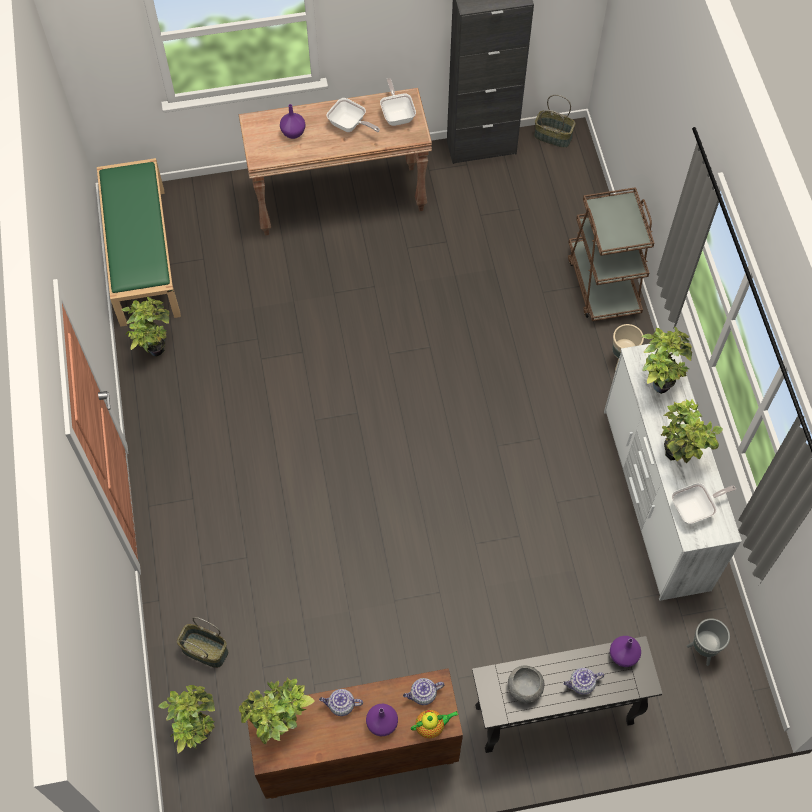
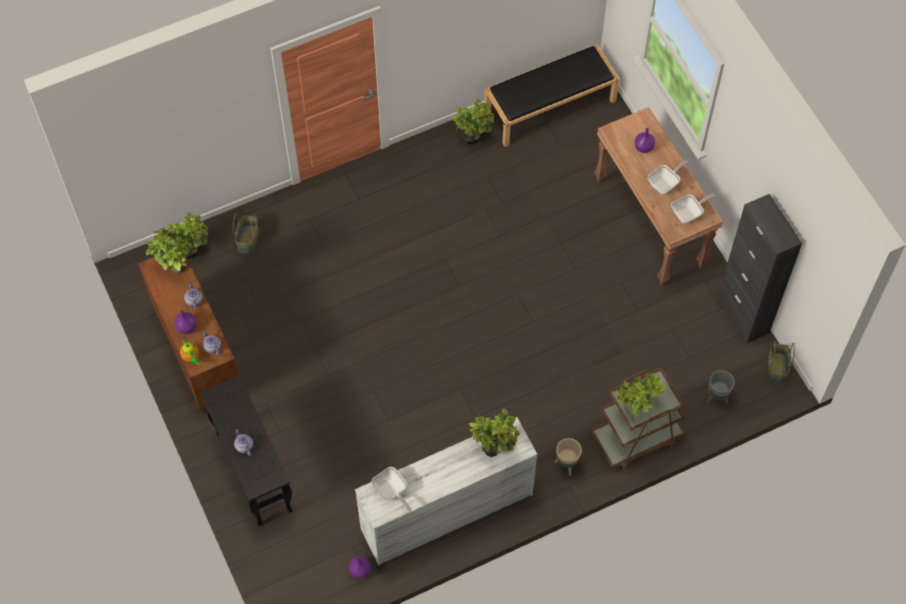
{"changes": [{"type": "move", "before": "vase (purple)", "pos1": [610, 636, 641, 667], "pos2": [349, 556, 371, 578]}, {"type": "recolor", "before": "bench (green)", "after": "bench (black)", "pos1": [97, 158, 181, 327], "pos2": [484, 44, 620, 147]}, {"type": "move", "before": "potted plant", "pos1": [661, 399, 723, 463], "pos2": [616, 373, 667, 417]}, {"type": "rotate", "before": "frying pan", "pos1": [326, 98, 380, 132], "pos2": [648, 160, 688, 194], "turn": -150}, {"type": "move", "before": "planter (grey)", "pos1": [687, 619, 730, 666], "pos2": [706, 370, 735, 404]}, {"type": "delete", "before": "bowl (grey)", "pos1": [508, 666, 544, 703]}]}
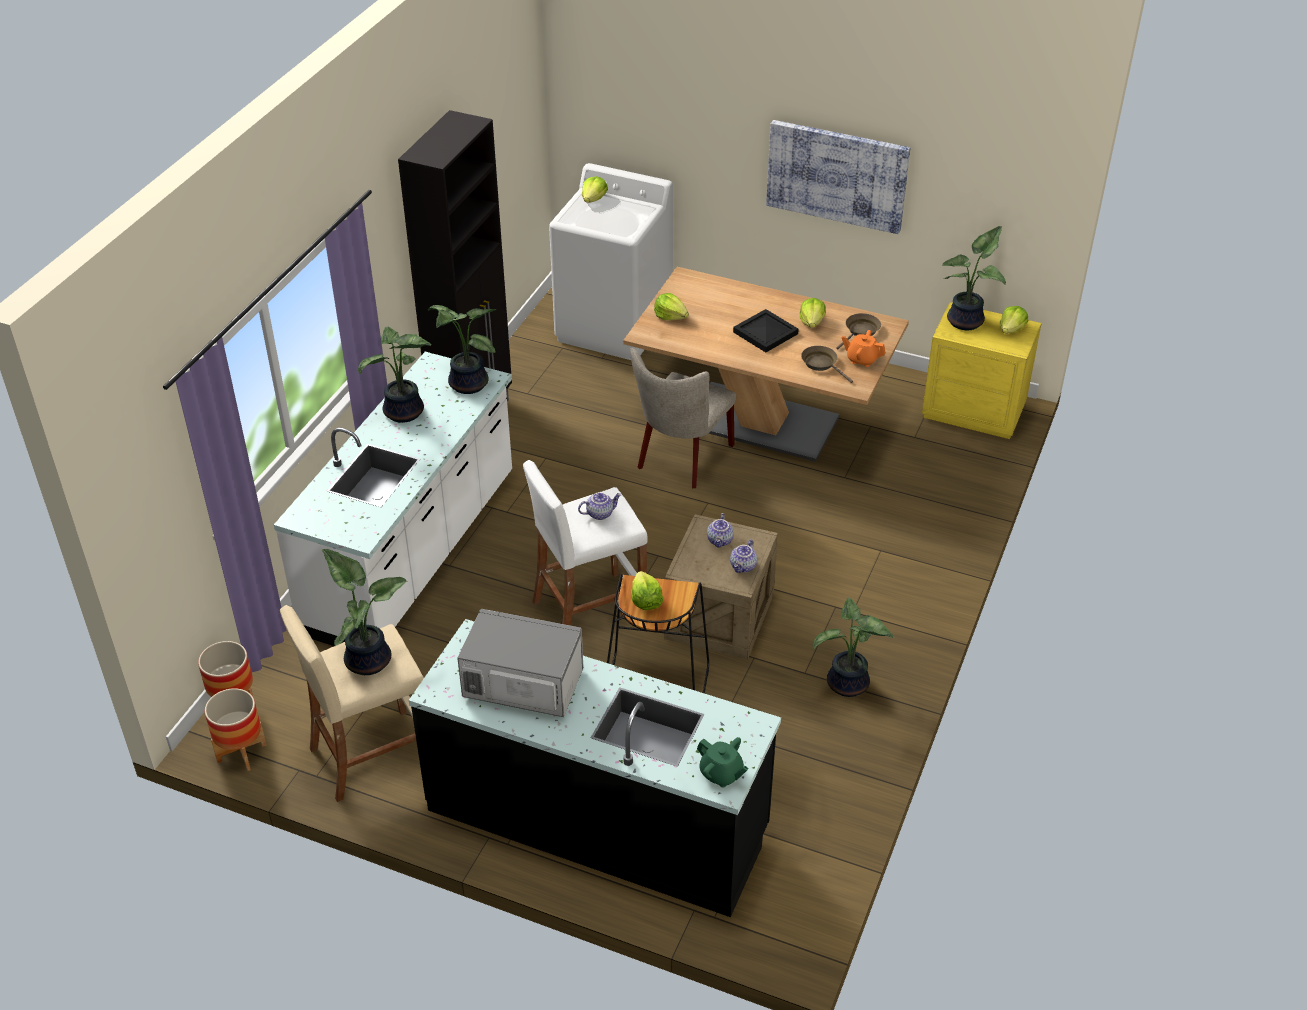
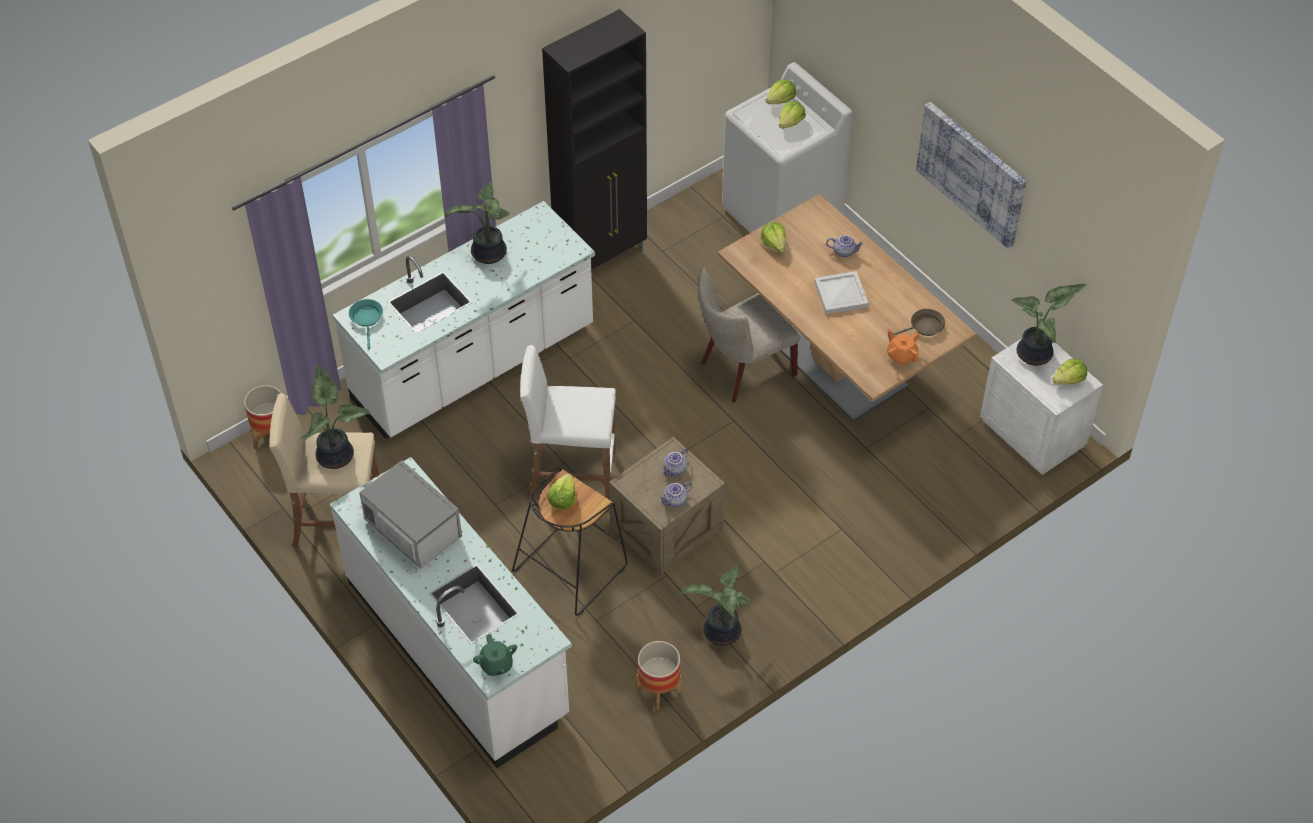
{"changes": [{"type": "recolor", "before": "counter (black)", "after": "counter (white)", "pos1": [409, 619, 781, 917], "pos2": [330, 457, 572, 768]}, {"type": "insert", "after": "frying pan (turquoise)", "pos2": [349, 299, 383, 349]}, {"type": "move", "before": "planter", "pos1": [205, 688, 267, 771], "pos2": [637, 641, 681, 710]}, {"type": "move", "before": "lettuce", "pos1": [799, 298, 826, 328], "pos2": [779, 101, 806, 129]}, {"type": "recolor", "before": "tray (black)", "after": "tray (white)", "pos1": [733, 309, 799, 352], "pos2": [814, 271, 869, 314]}, {"type": "move", "before": "teapot", "pos1": [578, 492, 621, 520], "pos2": [826, 235, 864, 257]}, {"type": "recolor", "before": "nightstand (yellow)", "after": "nightstand (white)", "pos1": [922, 302, 1042, 439], "pos2": [980, 338, 1103, 475]}, {"type": "delete", "before": "potted plant", "pos1": [428, 305, 497, 394]}, {"type": "delete", "before": "frying pan (brown)", "pos1": [801, 346, 853, 383]}]}
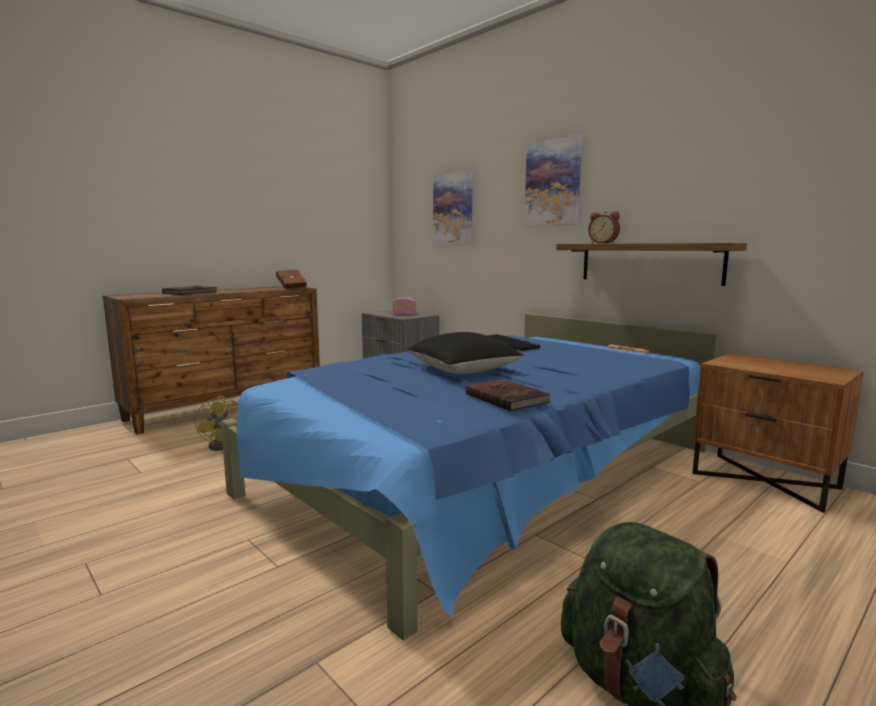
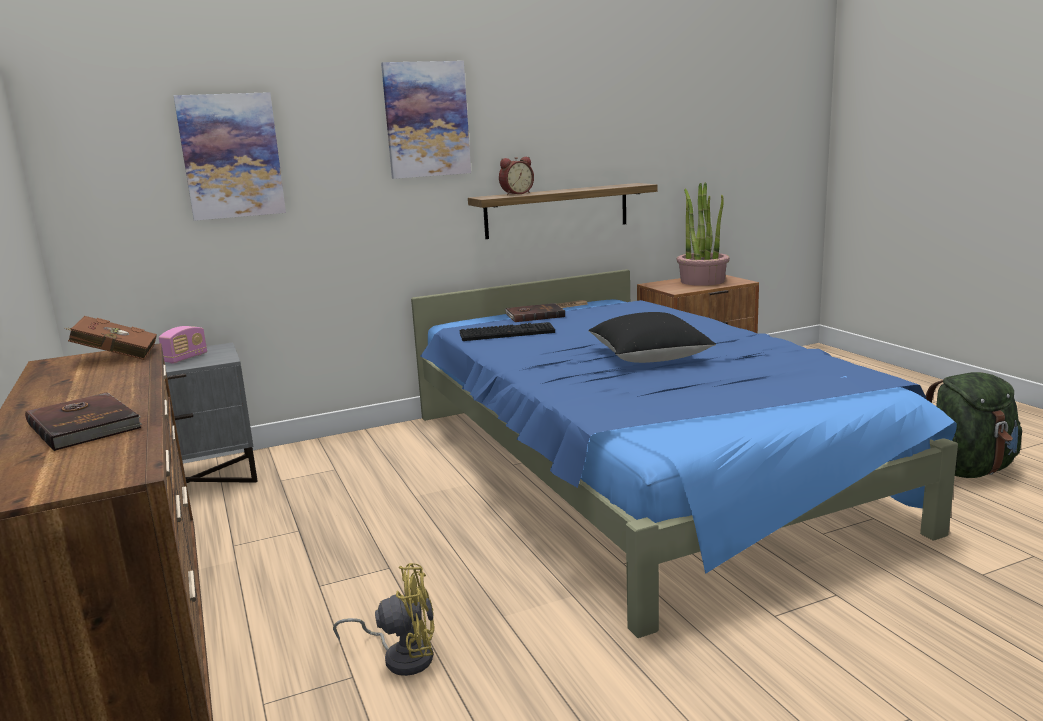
{"changes": [{"type": "move", "before": "book (brown)", "pos1": [466, 379, 551, 411], "pos2": [505, 303, 565, 322]}, {"type": "insert", "after": "potted plant", "pos2": [677, 182, 730, 286]}]}
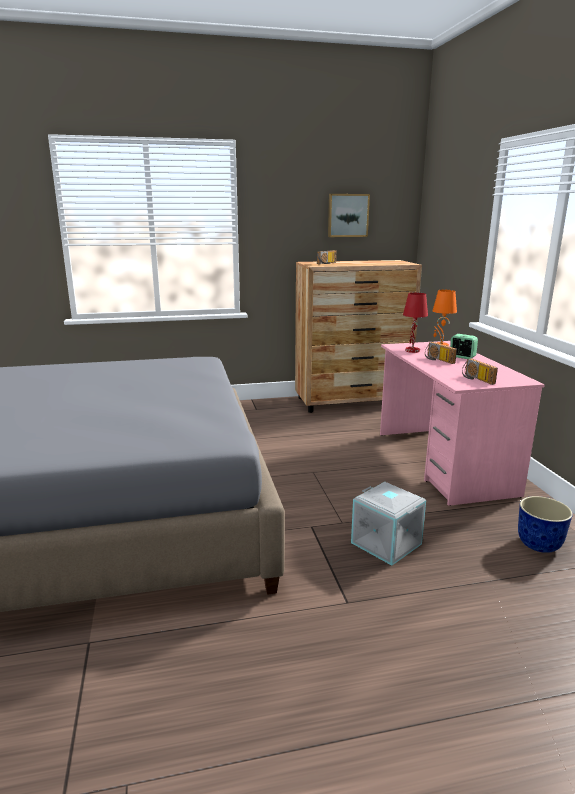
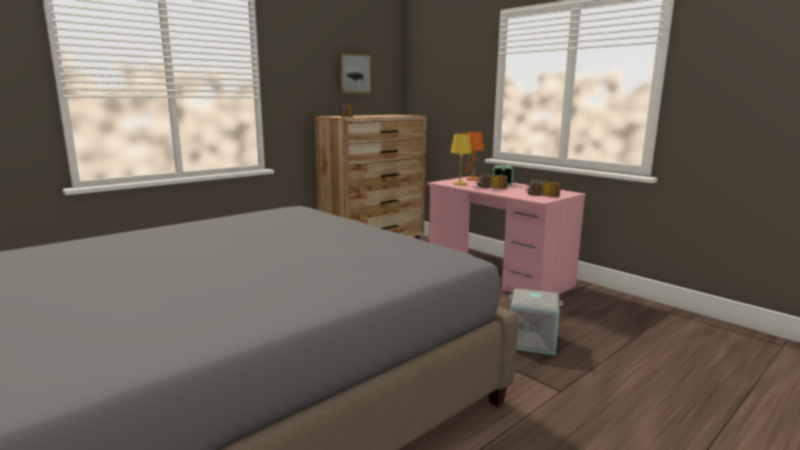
{"changes": [{"type": "recolor", "before": "table lamp (red)", "after": "table lamp (yellow)", "pos1": [403, 292, 428, 353], "pos2": [450, 134, 472, 185]}, {"type": "delete", "before": "planter", "pos1": [518, 496, 573, 553]}]}
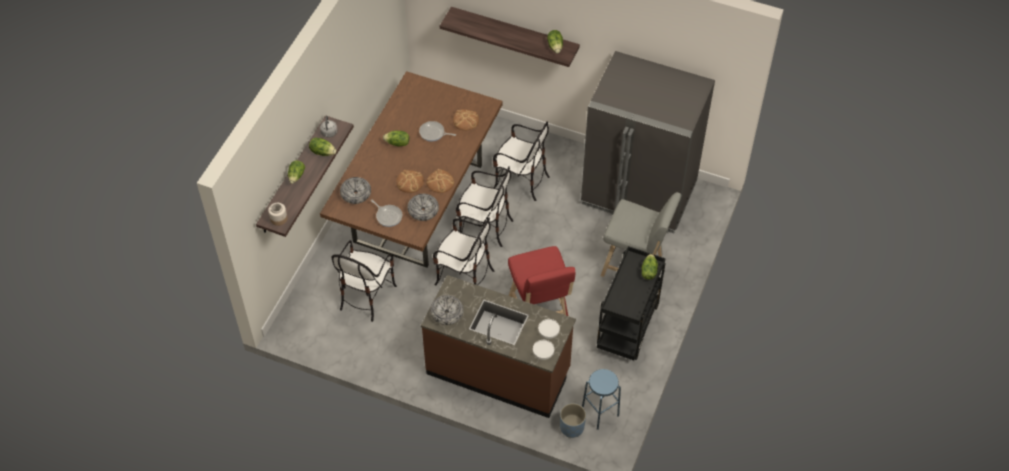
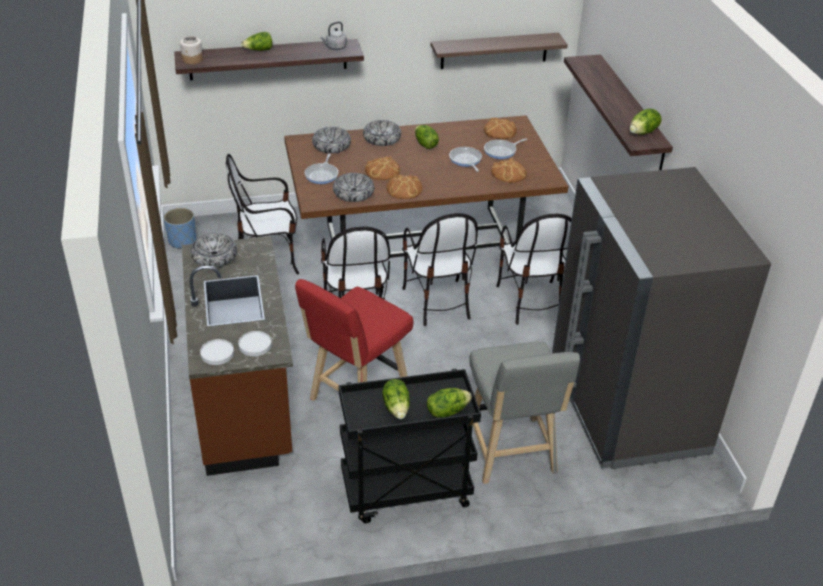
{"changes": [{"type": "move", "before": "planter (blue)", "pos1": [560, 403, 586, 438], "pos2": [164, 208, 196, 249]}, {"type": "insert", "after": "bowl", "pos2": [363, 120, 401, 146]}, {"type": "move", "before": "lettuce", "pos1": [309, 137, 336, 156], "pos2": [382, 379, 410, 419]}, {"type": "insert", "after": "shelf", "pos2": [431, 33, 568, 69]}, {"type": "insert", "after": "bread", "pos2": [484, 117, 517, 139]}, {"type": "insert", "after": "frying pan", "pos2": [484, 138, 527, 159]}, {"type": "delete", "before": "stool (blue)", "pos1": [582, 369, 621, 430]}]}
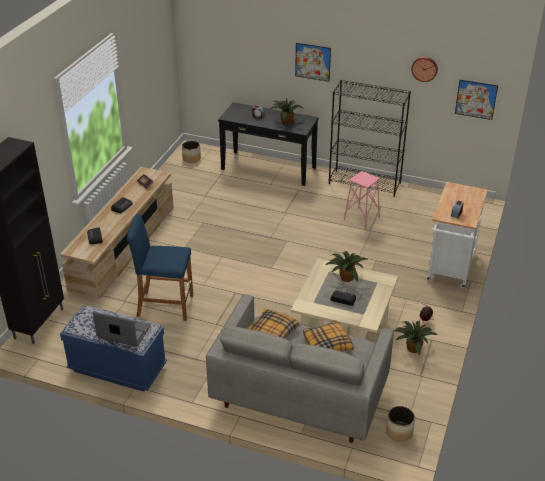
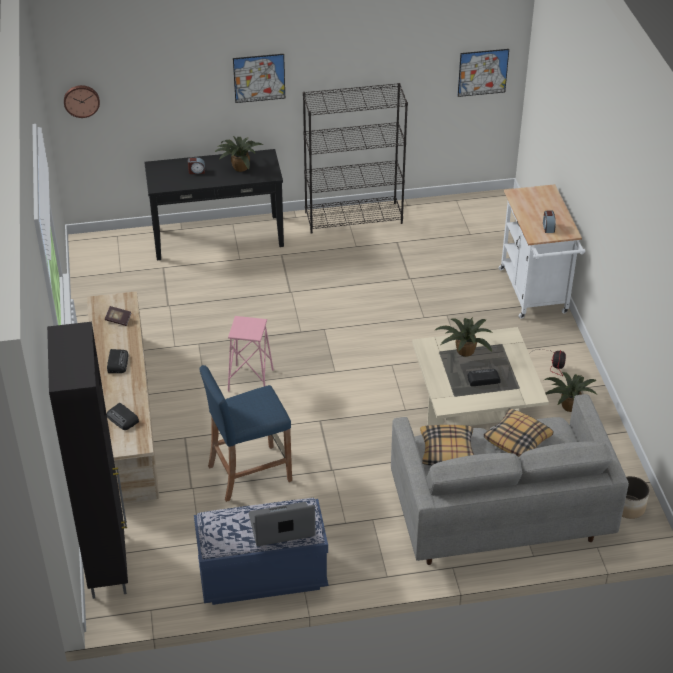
{"changes": [{"type": "move", "before": "wall clock", "pos1": [411, 57, 438, 82], "pos2": [64, 85, 100, 118]}, {"type": "move", "before": "stool (pink)", "pos1": [344, 171, 380, 230], "pos2": [228, 316, 274, 392]}, {"type": "delete", "before": "planter", "pos1": [182, 141, 201, 163]}]}
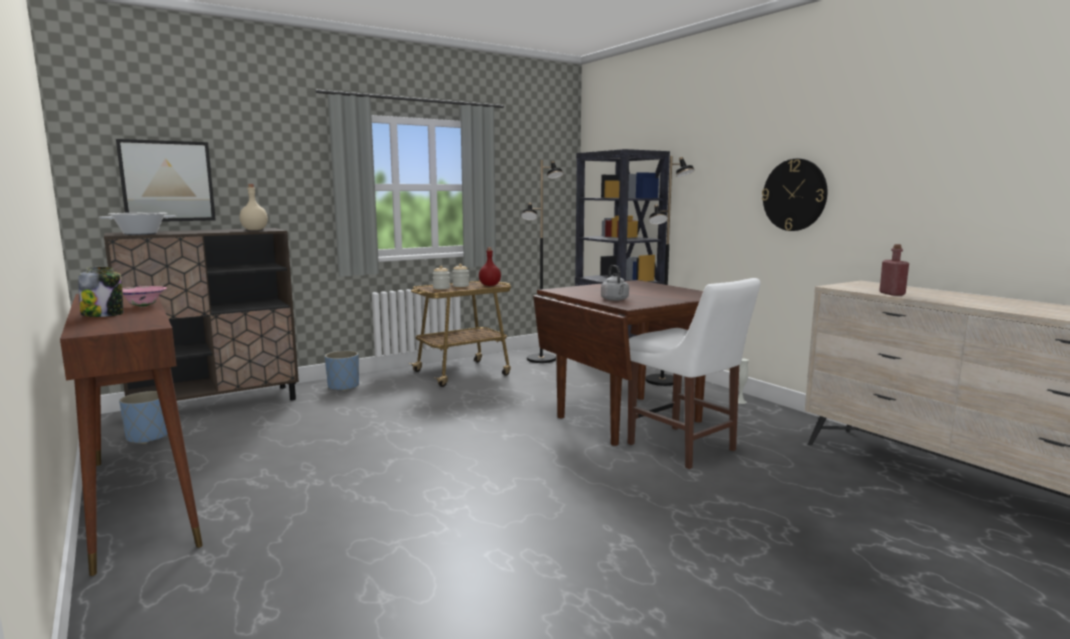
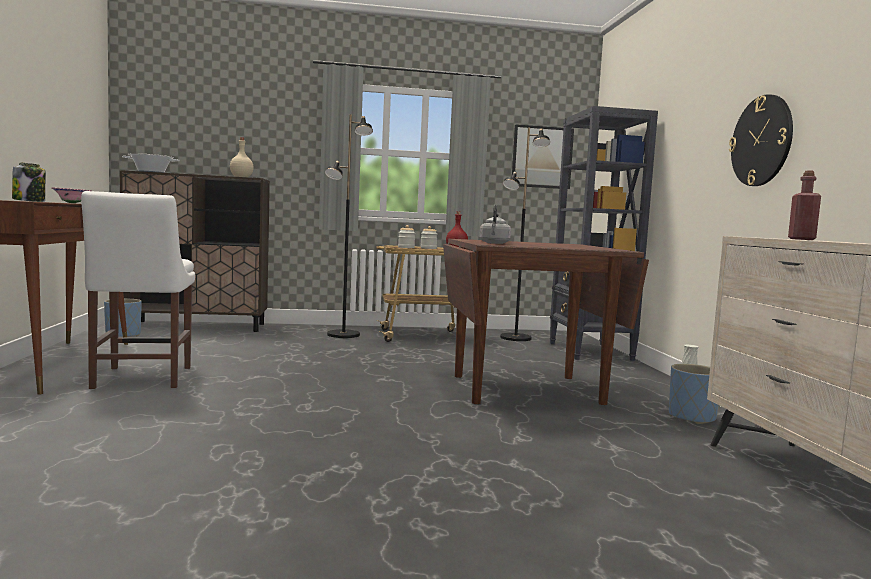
{"changes": [{"type": "move", "before": "chair (white)", "pos1": [628, 278, 761, 469], "pos2": [81, 191, 195, 389]}, {"type": "move", "before": "floor lamp (black)", "pos1": [645, 156, 695, 386], "pos2": [325, 114, 373, 338]}, {"type": "move", "before": "picture", "pos1": [116, 139, 216, 222], "pos2": [512, 124, 574, 189]}, {"type": "move", "before": "planter (blue)", "pos1": [325, 351, 359, 391], "pos2": [669, 364, 718, 424]}]}
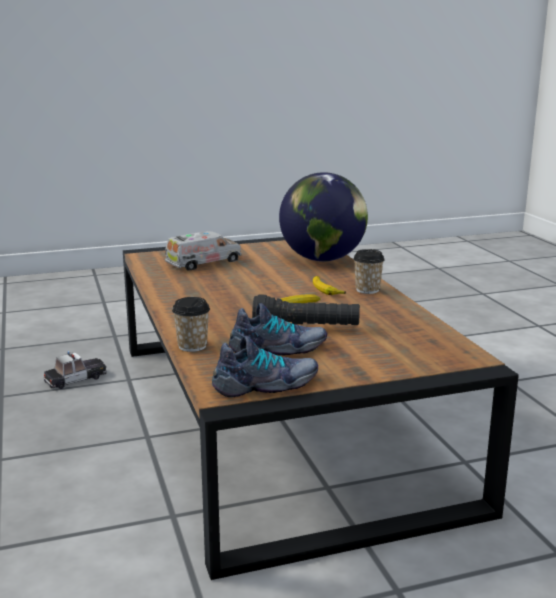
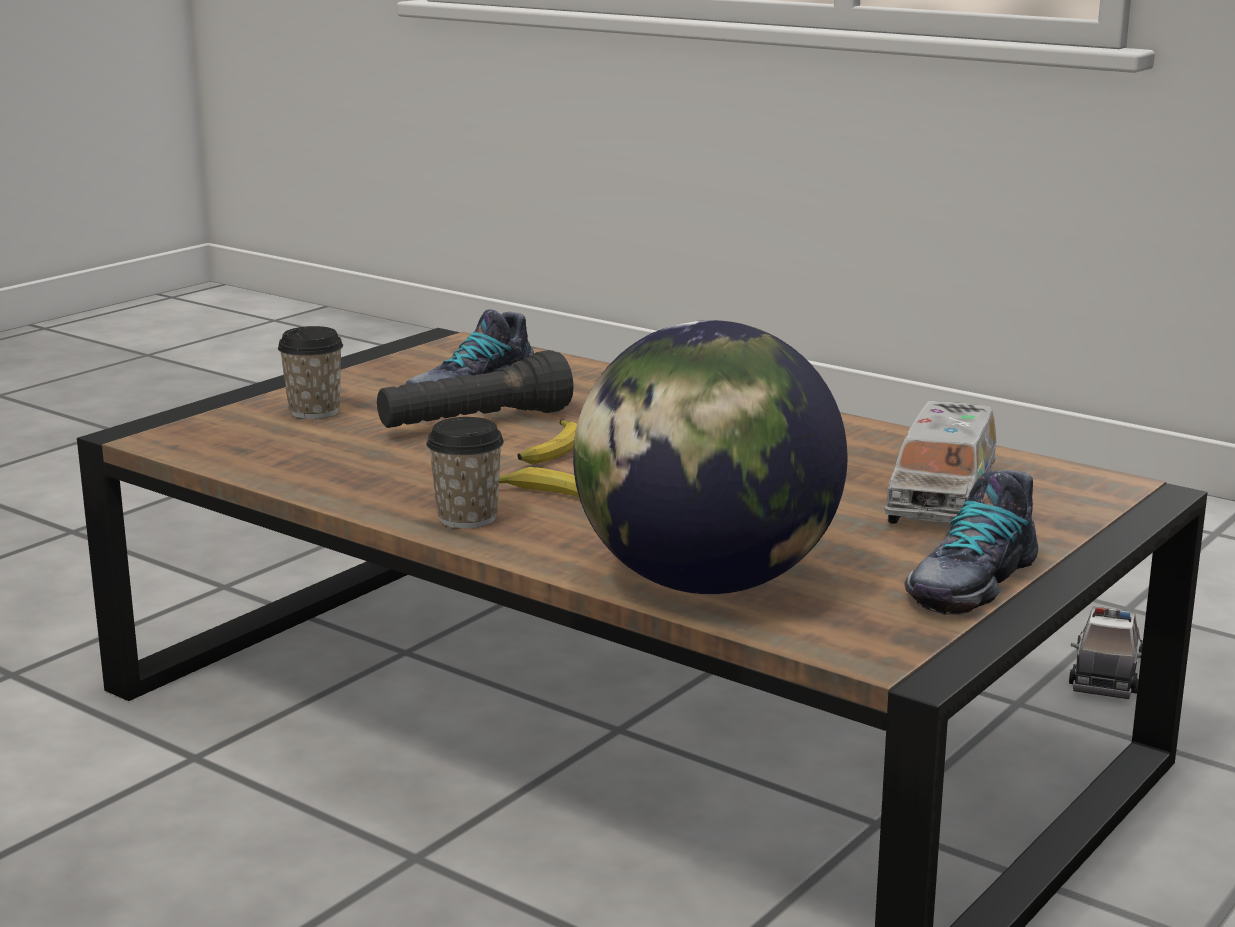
{"changes": [{"type": "move", "before": "cup", "pos1": [172, 297, 210, 352], "pos2": [278, 326, 343, 419]}, {"type": "move", "before": "shoe", "pos1": [212, 336, 318, 397], "pos2": [904, 470, 1038, 615]}]}
